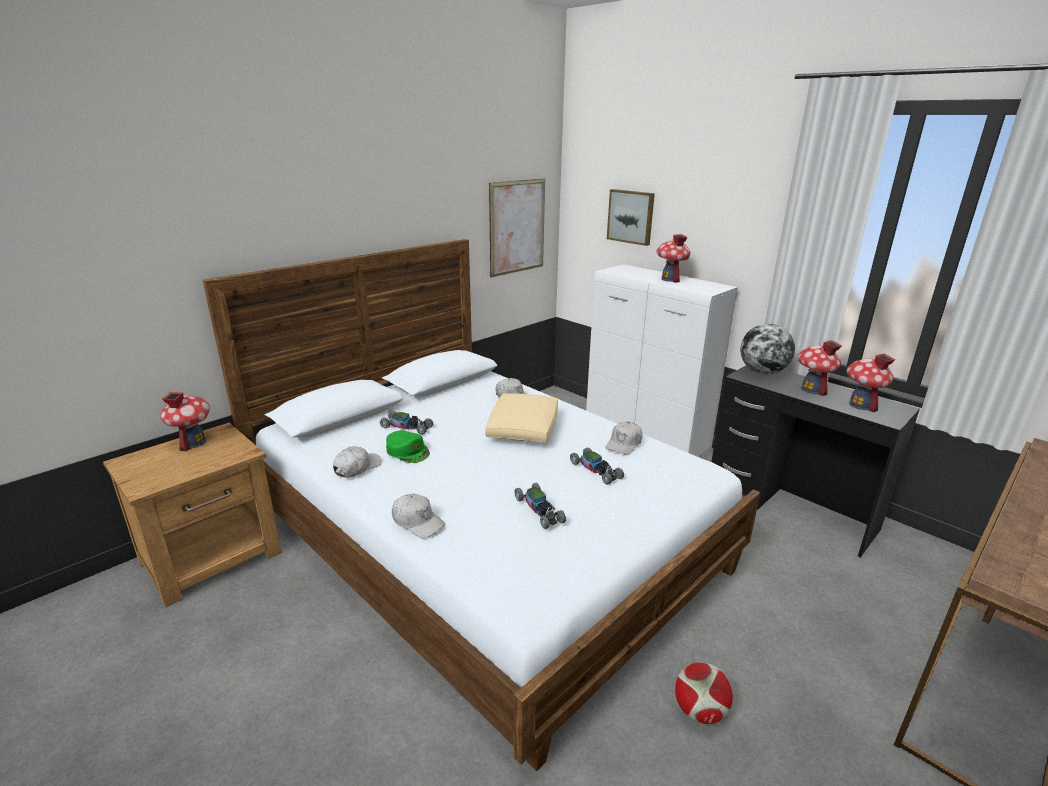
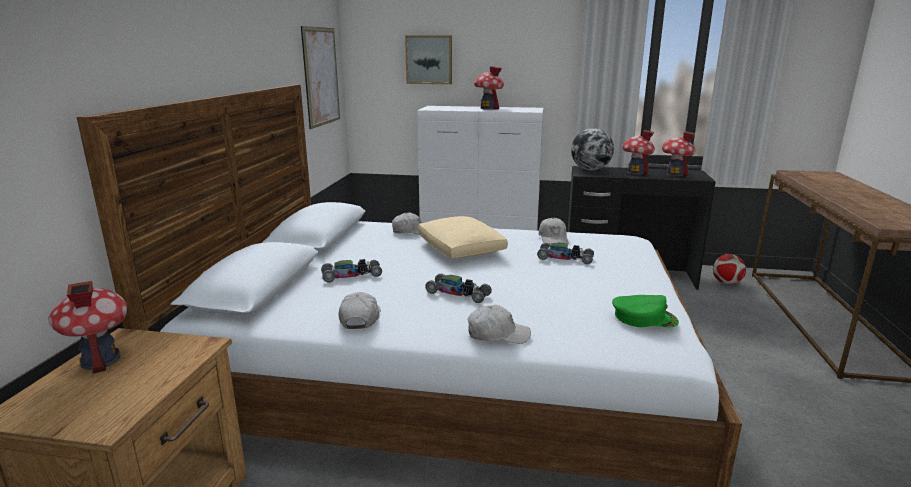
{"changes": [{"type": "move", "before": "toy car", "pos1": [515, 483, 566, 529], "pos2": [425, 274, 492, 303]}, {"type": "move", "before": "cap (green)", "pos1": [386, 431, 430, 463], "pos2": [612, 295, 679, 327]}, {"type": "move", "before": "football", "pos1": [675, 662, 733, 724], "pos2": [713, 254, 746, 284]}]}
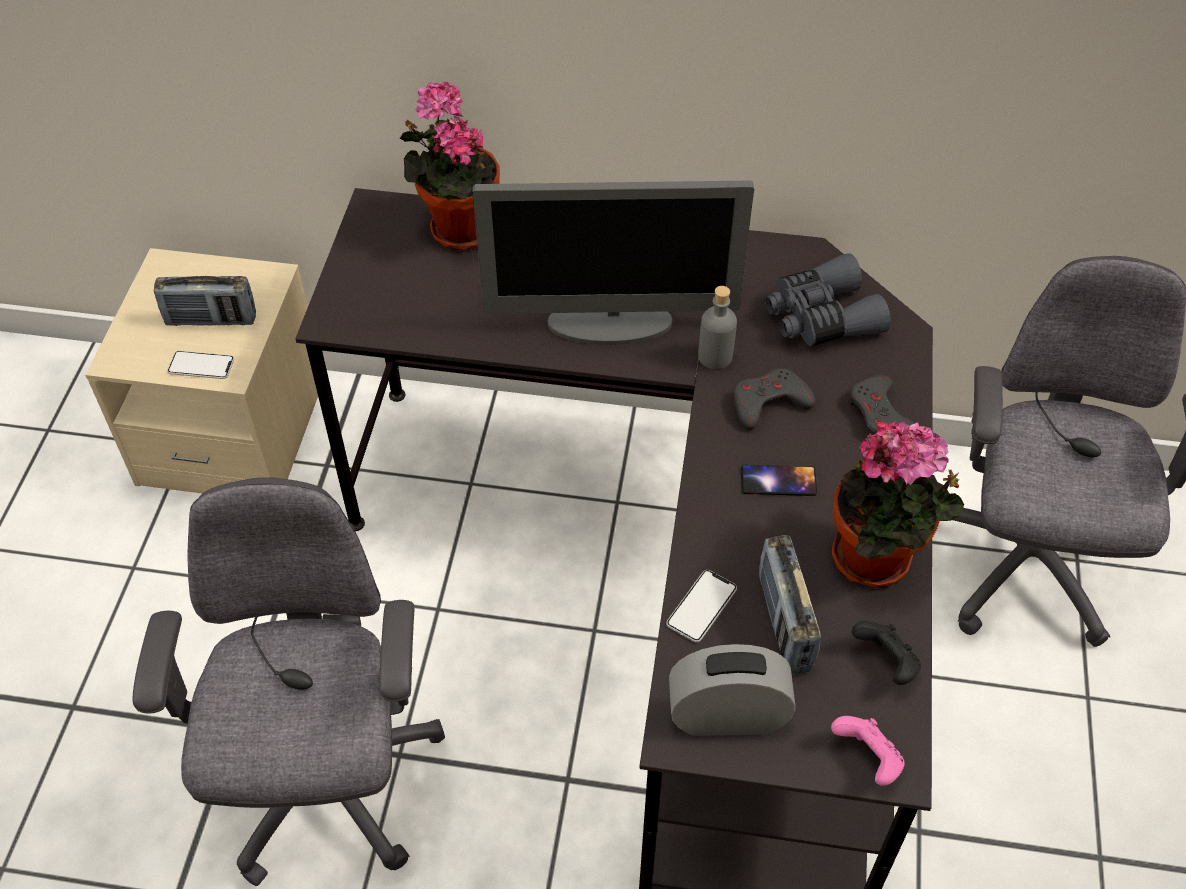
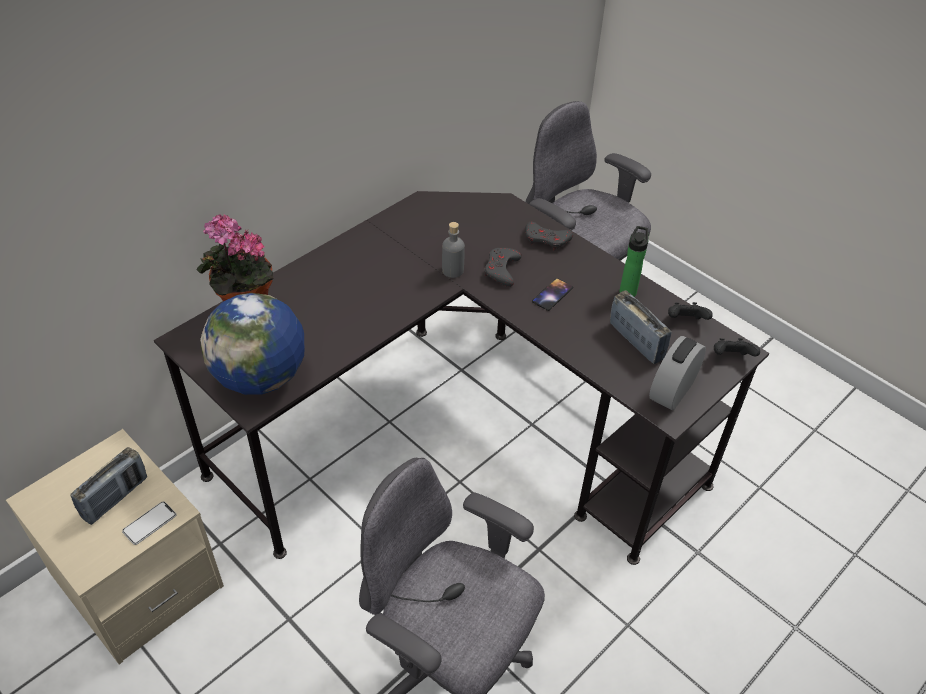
{"changes": [{"type": "insert", "after": "globe", "pos2": [200, 293, 304, 395]}, {"type": "rotate", "before": "radio", "pos1": [759, 535, 821, 674], "pos2": [610, 290, 672, 364], "turn": -150}, {"type": "replace", "before": "potted plant", "after": "bottle", "pos1": [832, 421, 964, 588], "pos2": [619, 226, 649, 297]}, {"type": "recolor", "before": "game controller (pink)", "after": "game controller (black)", "pos1": [831, 716, 905, 786], "pos2": [714, 338, 760, 356]}, {"type": "delete", "before": "monitor", "pos1": [473, 181, 754, 345]}, {"type": "delete", "before": "phone", "pos1": [666, 570, 737, 642]}, {"type": "delete", "before": "binoculars (grey)", "pos1": [765, 253, 891, 346]}]}
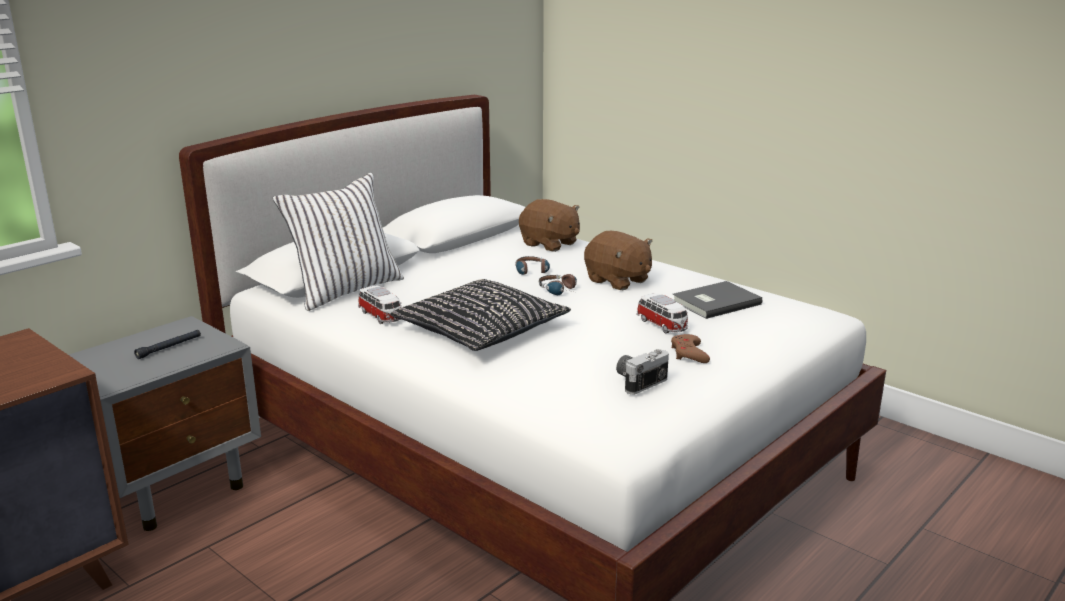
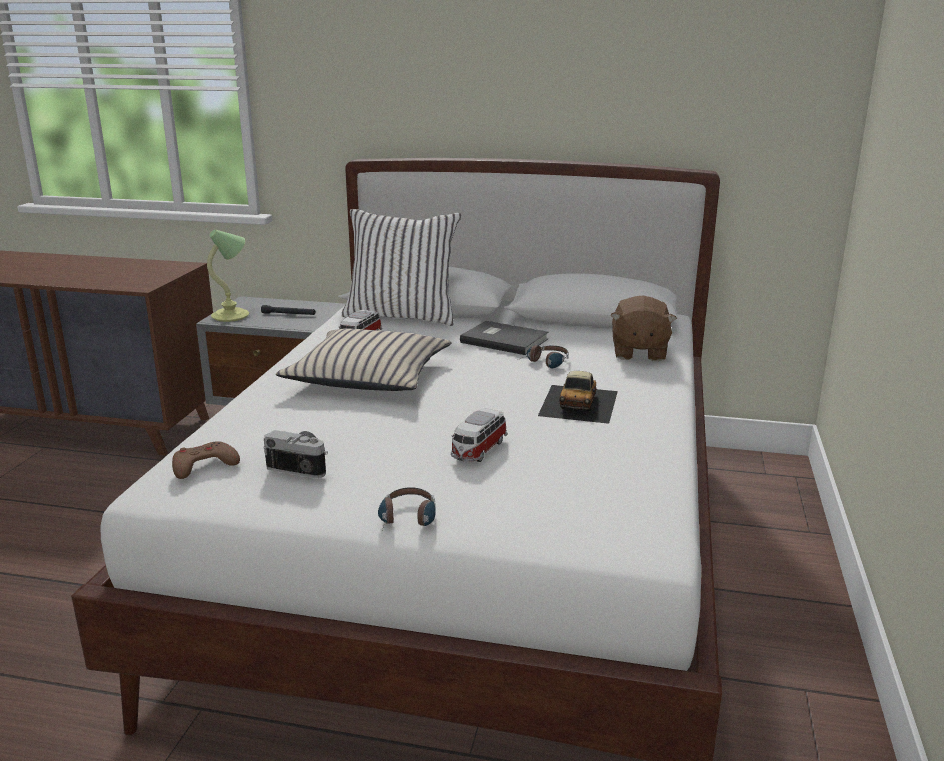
{"changes": [{"type": "move", "before": "game controller (brown)", "pos1": [671, 334, 710, 363], "pos2": [172, 441, 240, 479]}, {"type": "insert", "after": "table lamp", "pos2": [207, 230, 249, 322]}, {"type": "recolor", "before": "pillow (black)", "after": "pillow (beige)", "pos1": [390, 279, 571, 351], "pos2": [276, 329, 452, 391]}, {"type": "move", "before": "headphones", "pos1": [539, 274, 577, 295], "pos2": [378, 487, 436, 530]}, {"type": "move", "before": "book (grey)", "pos1": [672, 281, 763, 319], "pos2": [460, 321, 549, 355]}, {"type": "replace", "before": "plush toy (brown)", "after": "toy car", "pos1": [584, 231, 653, 290], "pos2": [538, 371, 618, 424]}]}
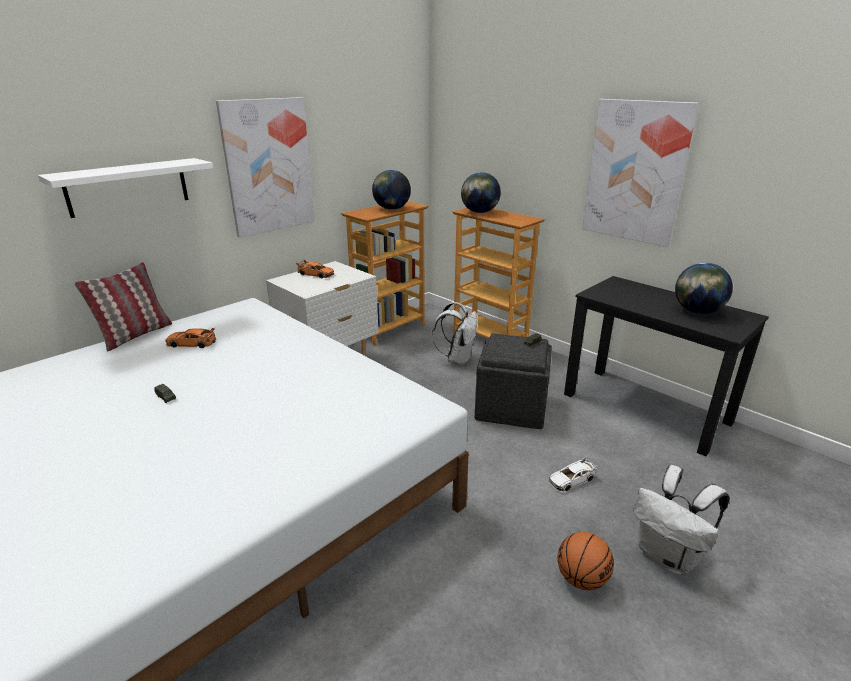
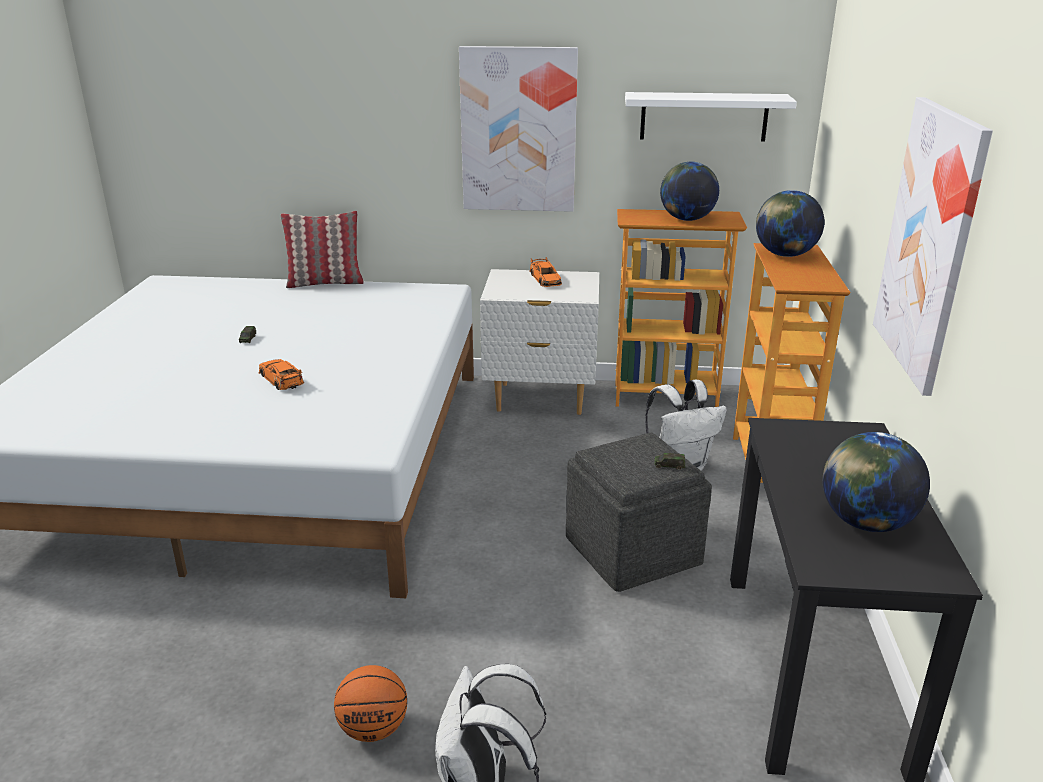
{"changes": [{"type": "move", "before": "toy car (orange)", "pos1": [165, 328, 216, 348], "pos2": [258, 359, 304, 390]}, {"type": "move", "before": "shelf (white)", "pos1": [38, 158, 213, 218], "pos2": [625, 92, 797, 142]}, {"type": "delete", "before": "toy car (white)", "pos1": [548, 456, 598, 492]}]}
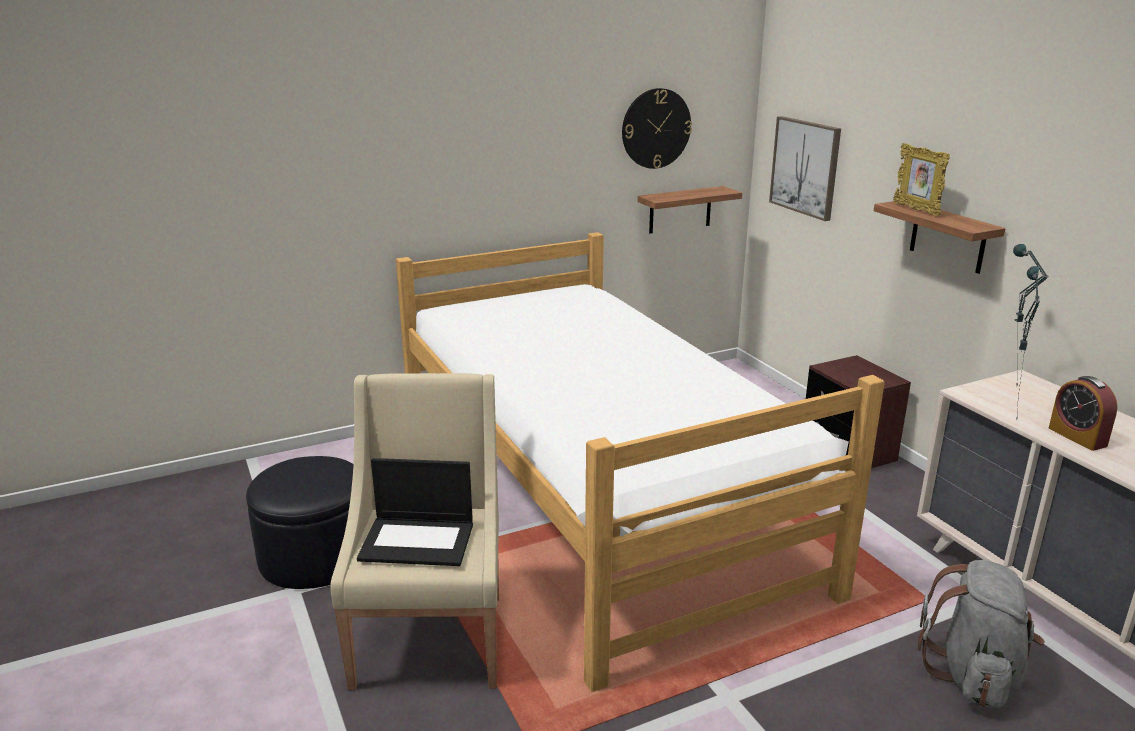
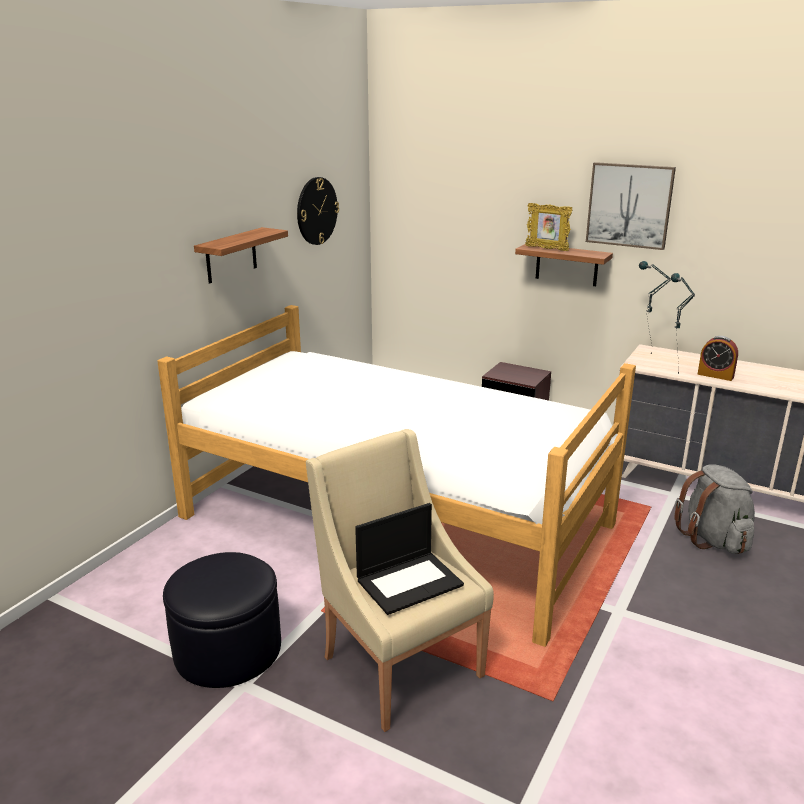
{"changes": [{"type": "move", "before": "shelf", "pos1": [638, 186, 742, 233], "pos2": [194, 227, 288, 284]}, {"type": "move", "before": "picture", "pos1": [769, 116, 841, 221], "pos2": [586, 162, 676, 250]}]}
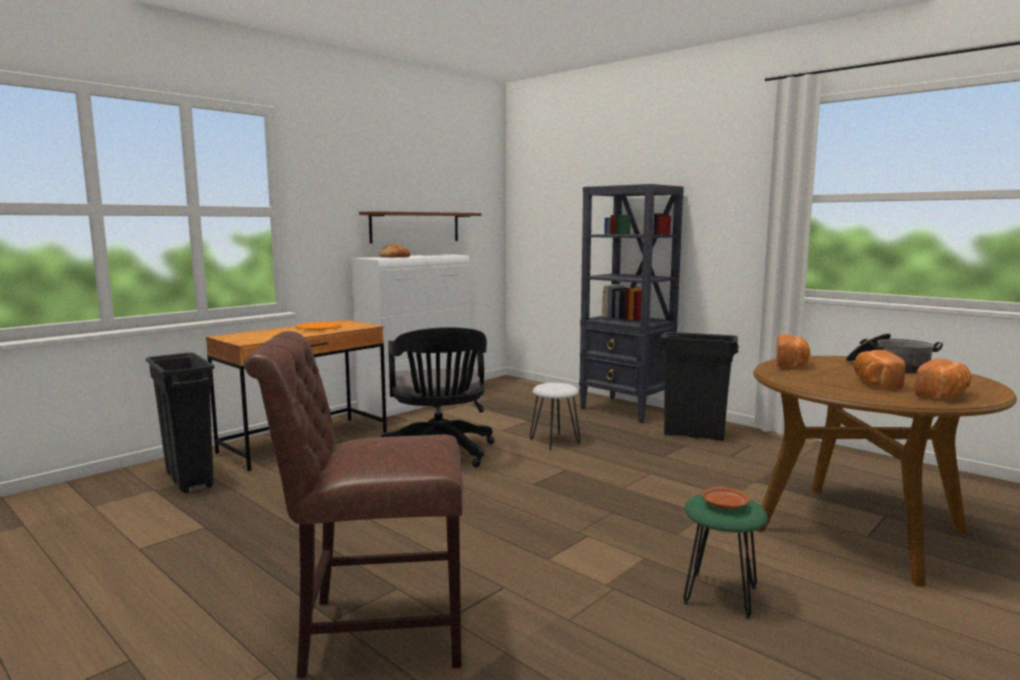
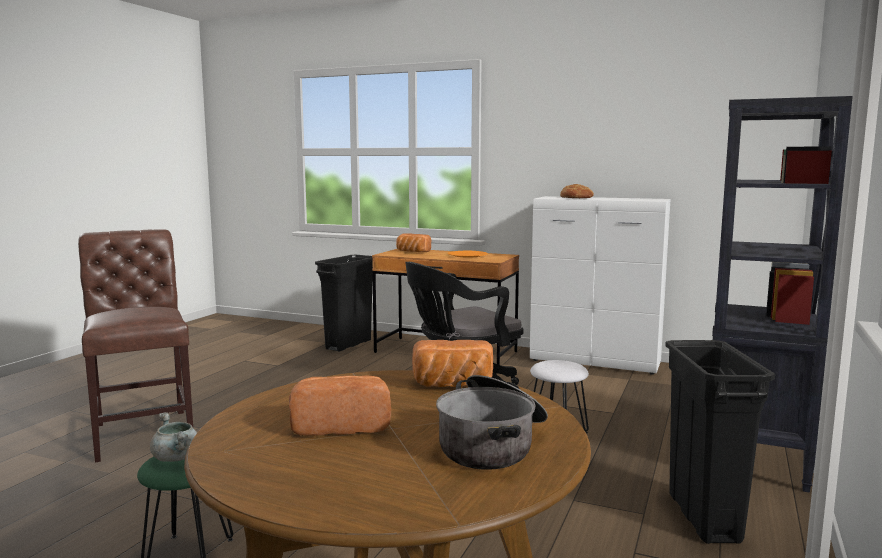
{"changes": [{"type": "replace", "before": "plate (brown)", "after": "cooking pot (grey)", "pos1": [702, 487, 750, 509], "pos2": [150, 412, 197, 462]}, {"type": "move", "before": "bread", "pos1": [914, 358, 972, 399], "pos2": [396, 233, 431, 252]}, {"type": "delete", "before": "shelf (brown)", "pos1": [359, 211, 481, 243]}]}
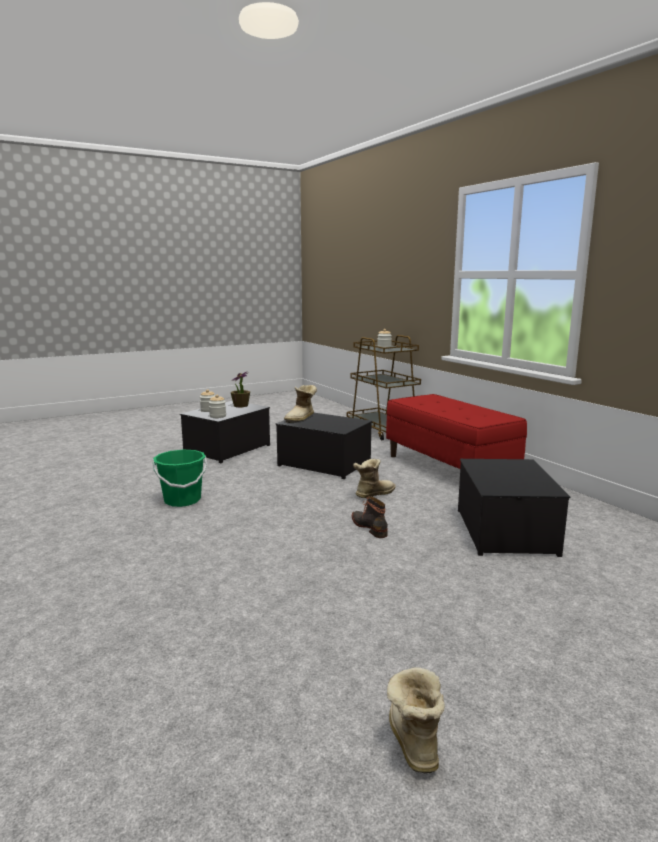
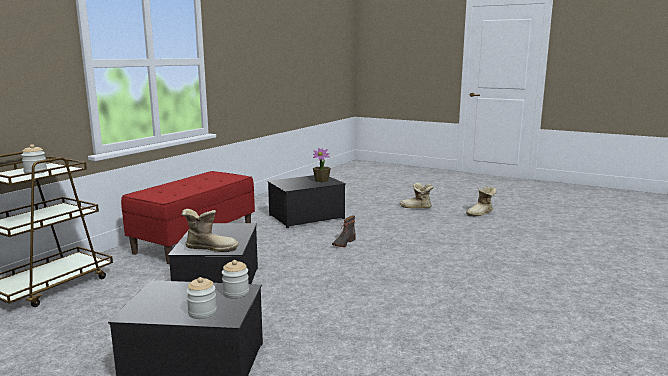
{"changes": [{"type": "move", "before": "potted plant", "pos1": [231, 371, 250, 407], "pos2": [313, 148, 331, 182]}, {"type": "move", "before": "boot", "pos1": [353, 459, 396, 498], "pos2": [400, 183, 434, 208]}, {"type": "delete", "before": "bucket (green)", "pos1": [153, 450, 207, 507]}]}
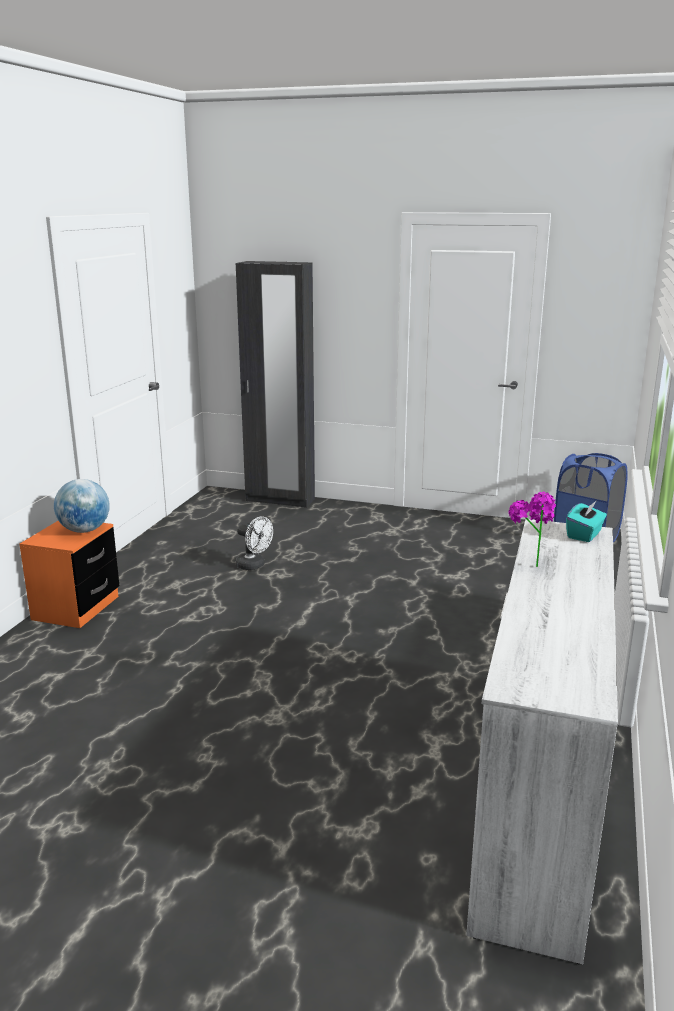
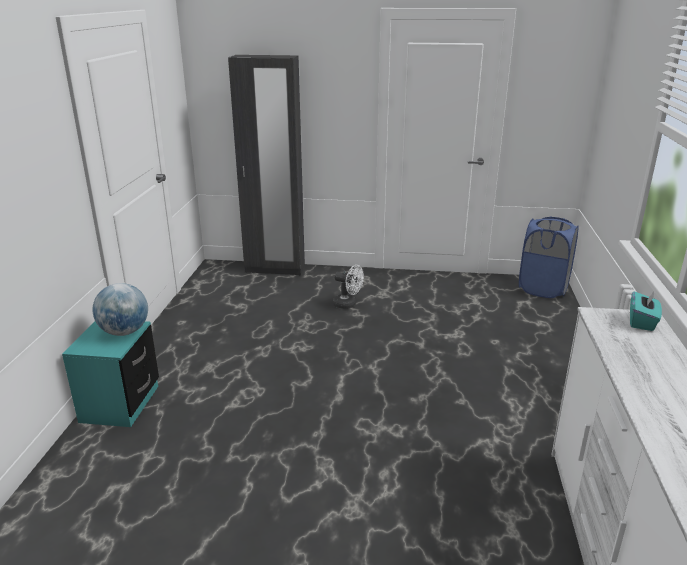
{"changes": [{"type": "recolor", "before": "nightstand (orange)", "after": "nightstand (turquoise)", "pos1": [19, 521, 119, 628], "pos2": [62, 321, 159, 427]}, {"type": "move", "before": "fan (white)", "pos1": [236, 517, 273, 570], "pos2": [333, 265, 364, 309]}, {"type": "delete", "before": "potted plant", "pos1": [508, 492, 556, 567]}]}
